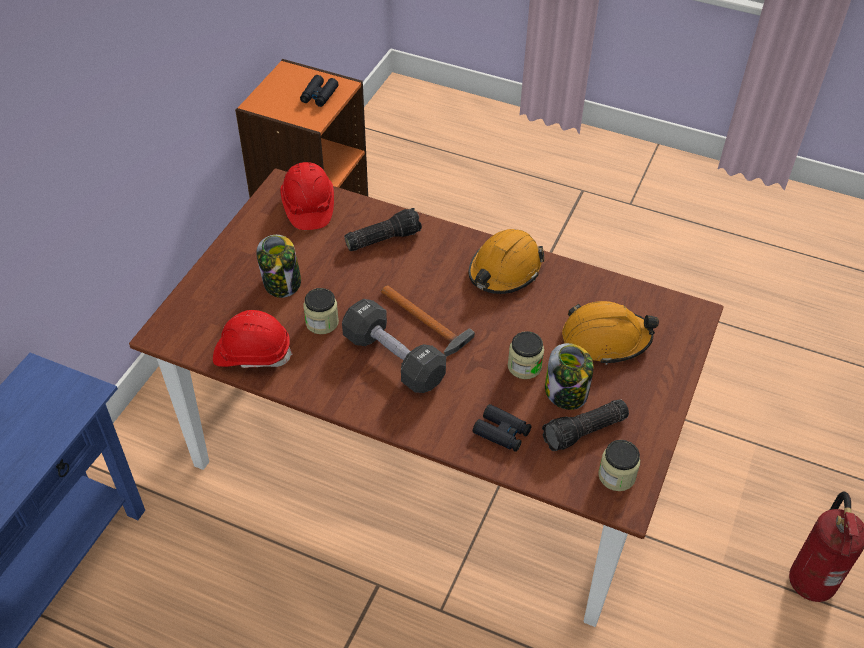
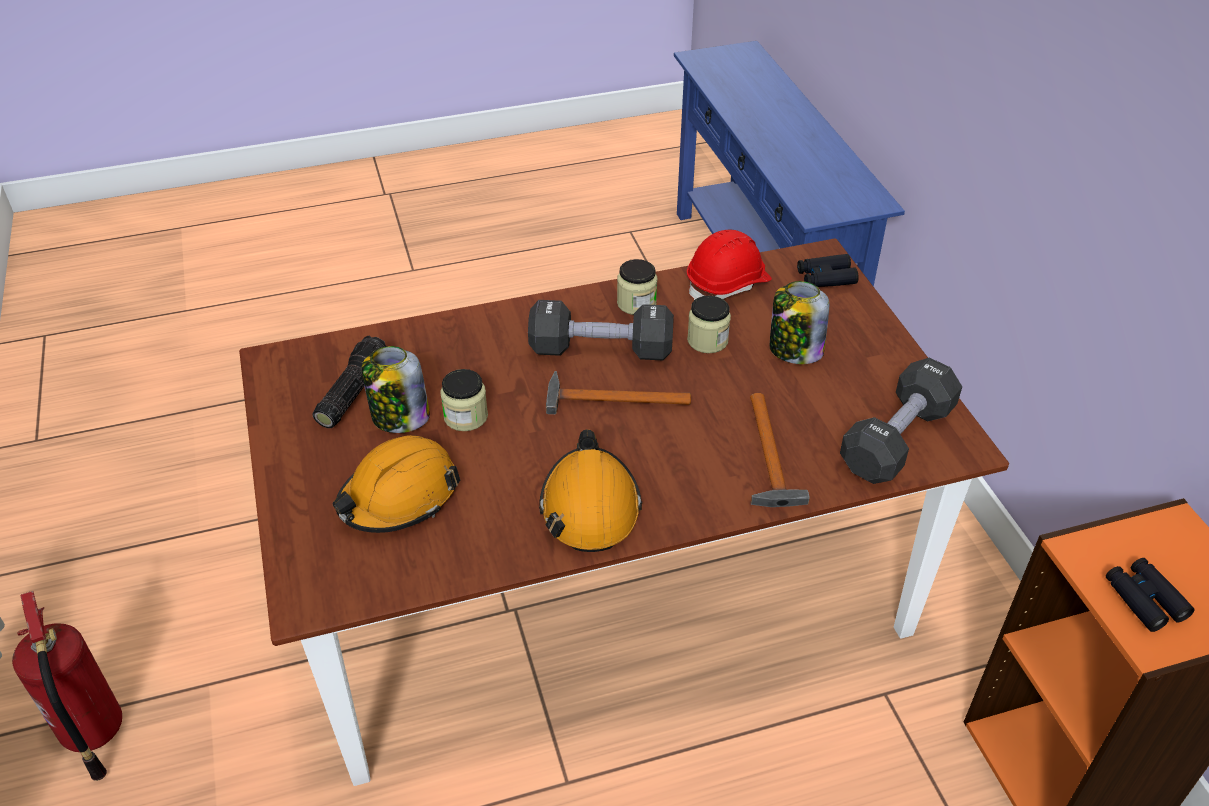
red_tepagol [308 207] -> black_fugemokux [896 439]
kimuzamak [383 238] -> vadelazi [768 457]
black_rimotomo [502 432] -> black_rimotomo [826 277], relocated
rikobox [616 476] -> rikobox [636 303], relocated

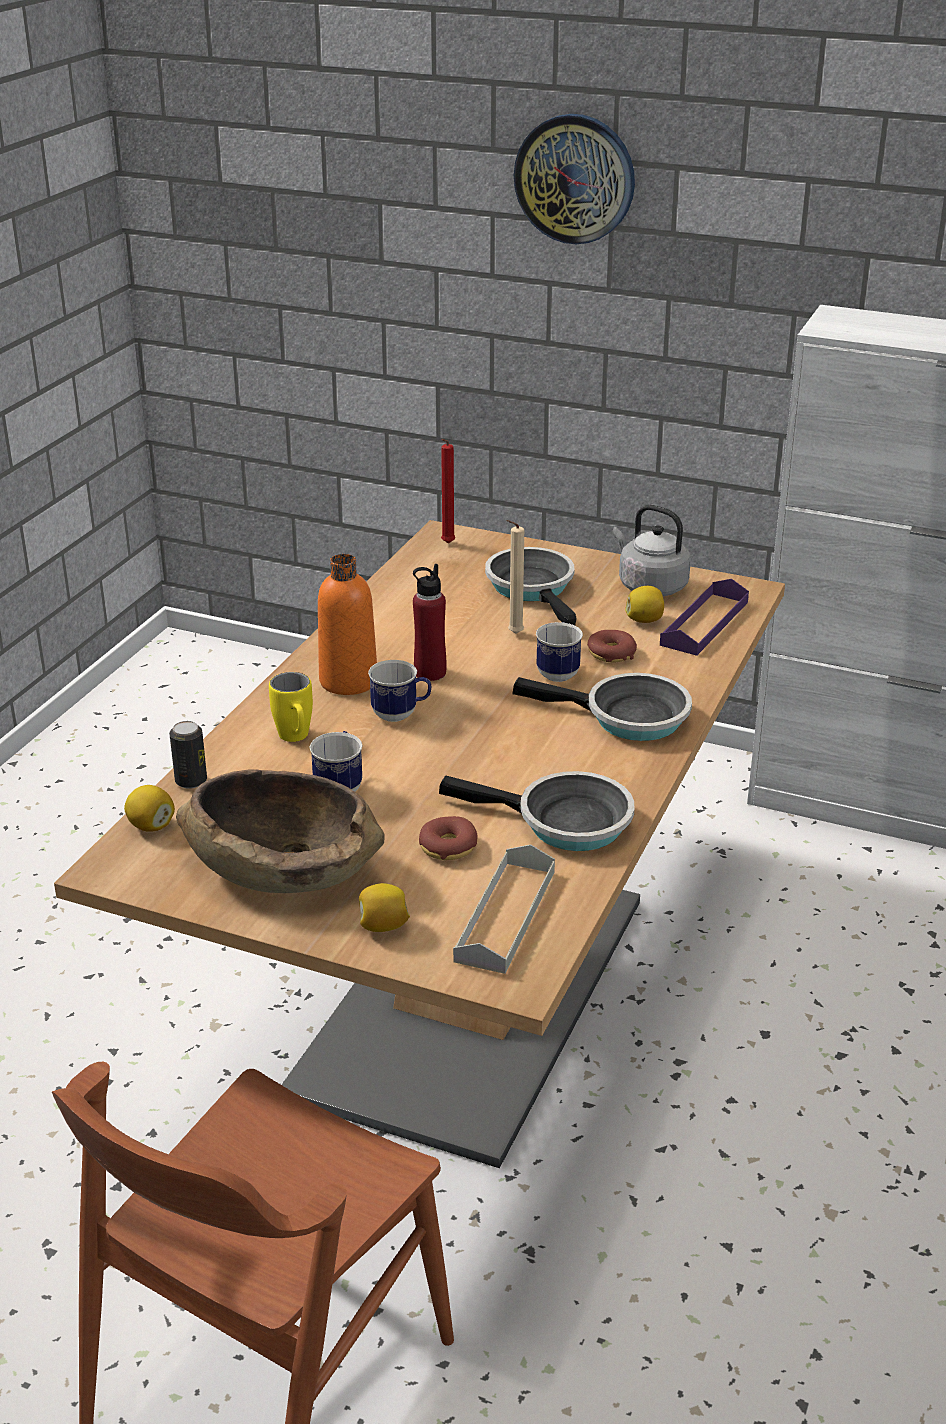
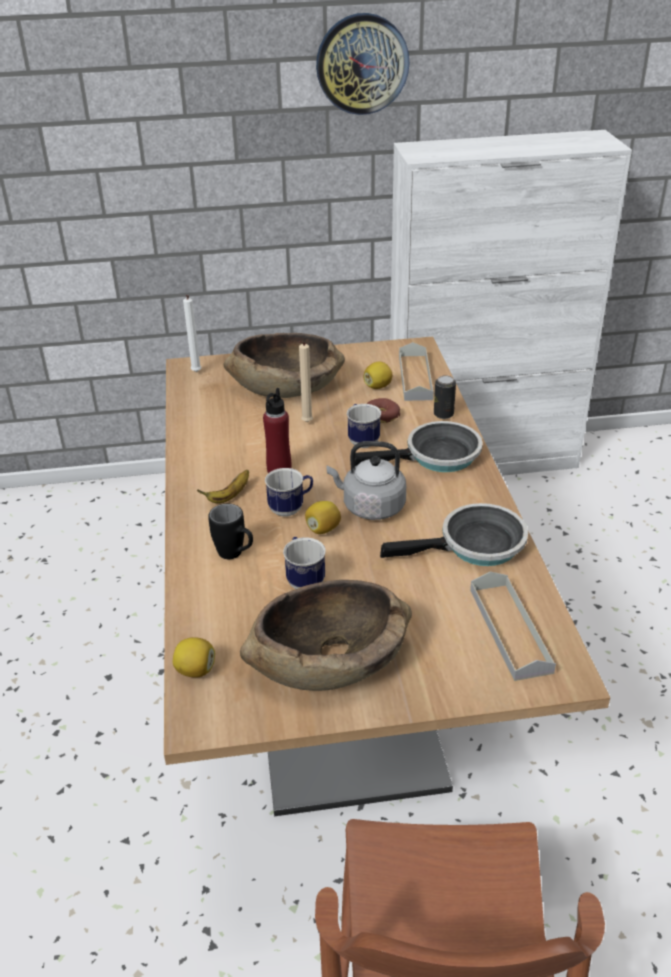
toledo [191 781] -> toledo [443 414], relocated
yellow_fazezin [296 739] -> black_fazezin [236 555]
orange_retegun [348 681] -> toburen [229 496]
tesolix [383 926] -> tesolix [323 529], relocated
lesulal [448 847] -> none
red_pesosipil [447 544] -> white_pesosipil [196 373]
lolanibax [533 588] -> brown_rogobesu [286 386]
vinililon [575 179] -> vinililon [362 64], relocated
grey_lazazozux [649 586] -> grey_lazazozux [370 507], relocated
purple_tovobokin [704 623] -> grey_tovobokin [415 377]

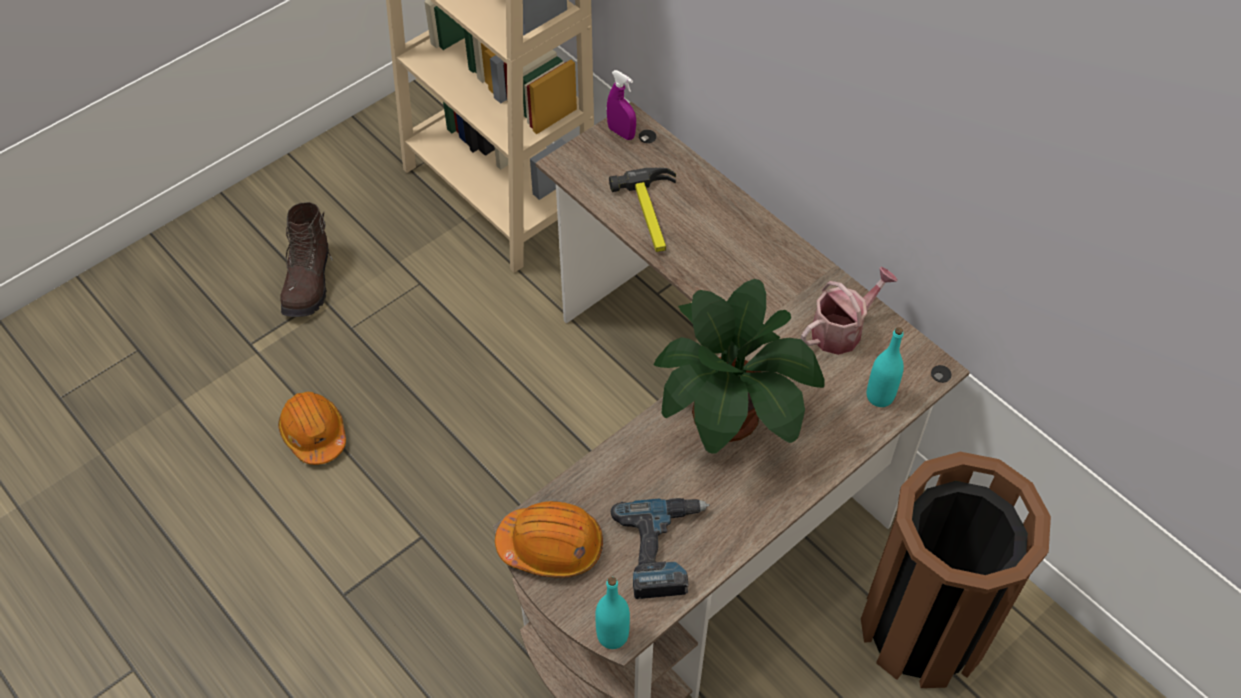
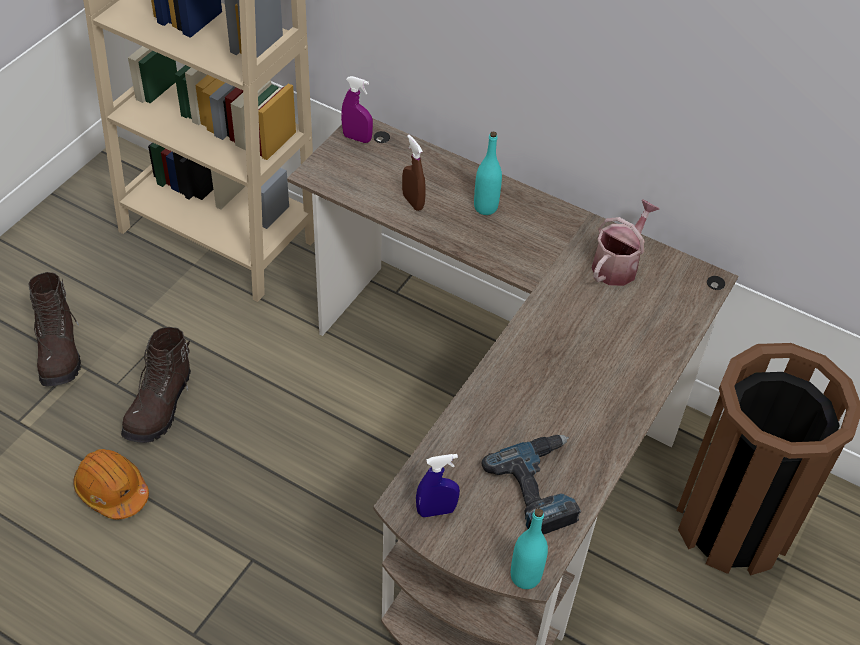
orange_tepagol [551 546] -> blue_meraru [436 511]
vadelazi [652 214] -> brown_meraru [413 202]
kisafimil [729 418] -> none
turquoise_retegun [880 396] -> turquoise_retegun [485 207], relocated
none -> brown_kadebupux [160 406]

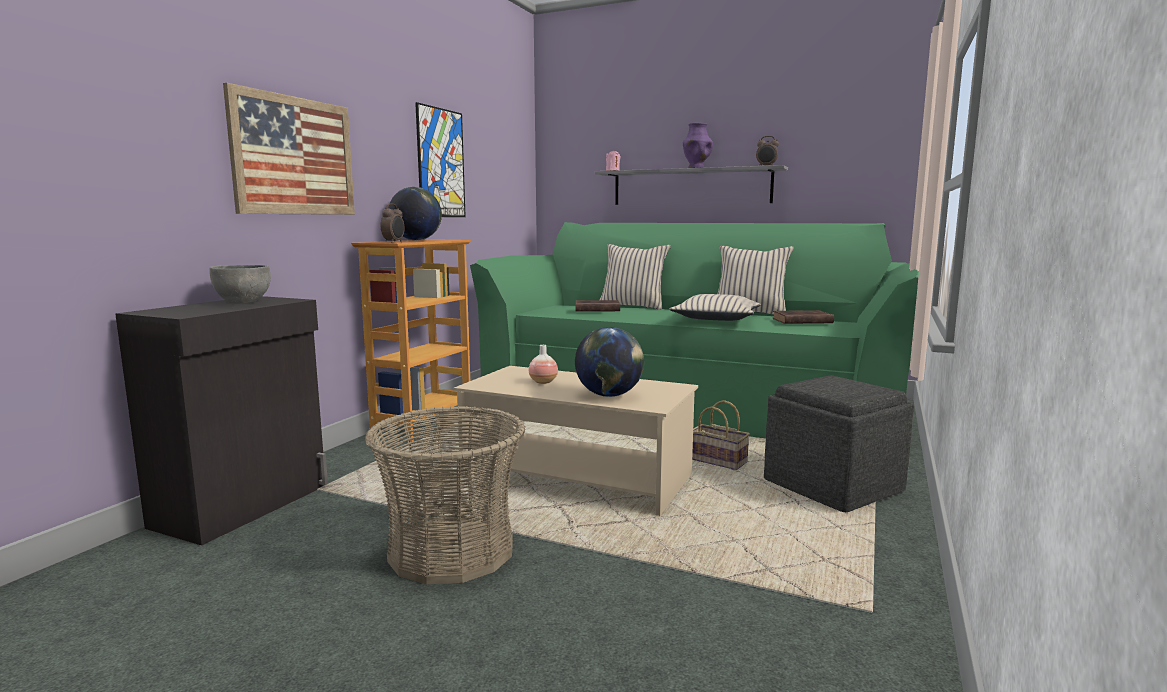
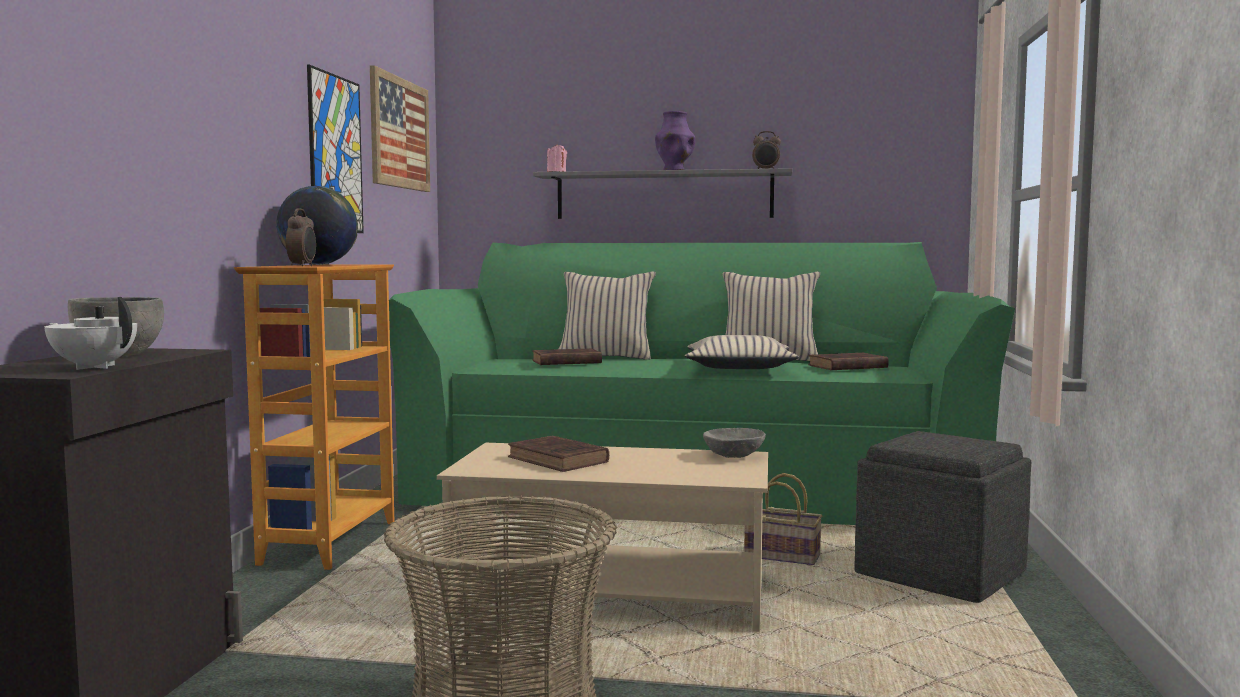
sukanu [294 156] -> sukanu [400 133], relocated
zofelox [543 382] -> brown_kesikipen [559 460]
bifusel [609 396] -> none
none -> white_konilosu [94 367]
none -> grey_rogobesu [734 456]

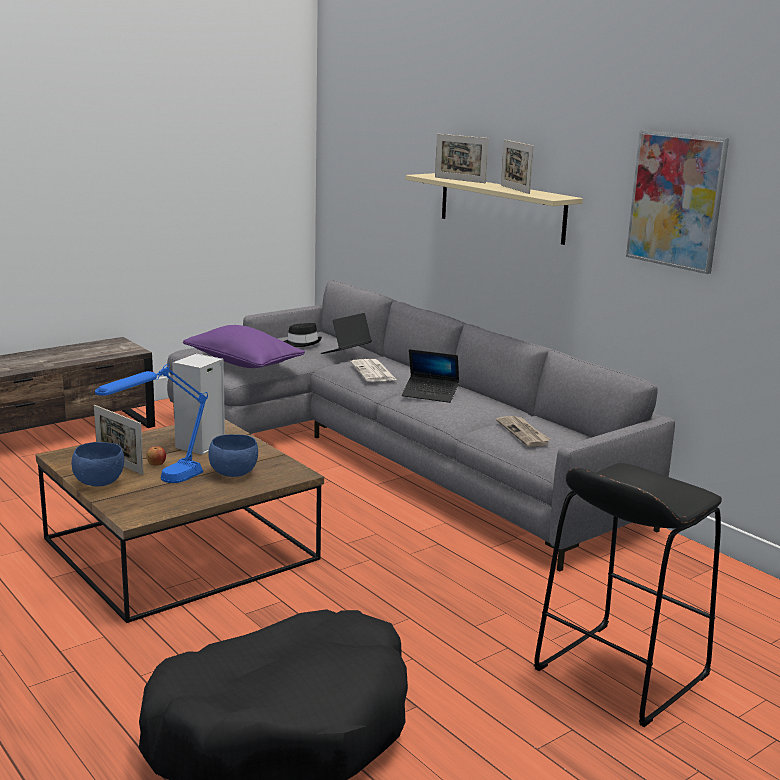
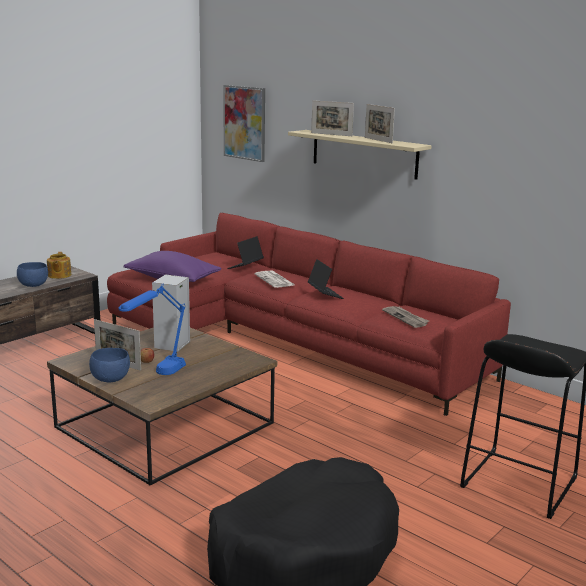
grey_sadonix [390 454] -> red_sadonix [289 340]
blue_rogobesu [234 473] -> blue_rogobesu [34 285], relocated
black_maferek [302 343] -> none
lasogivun [430 394] -> lasogivun [325 294], 120 degrees counterclockwise
sukanu [676 200] -> sukanu [244 123], relocated
none -> konilosu [59 275]

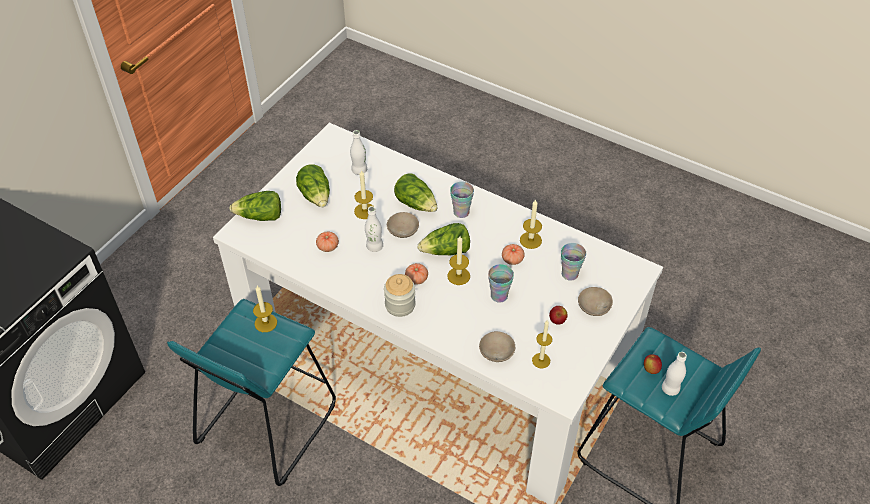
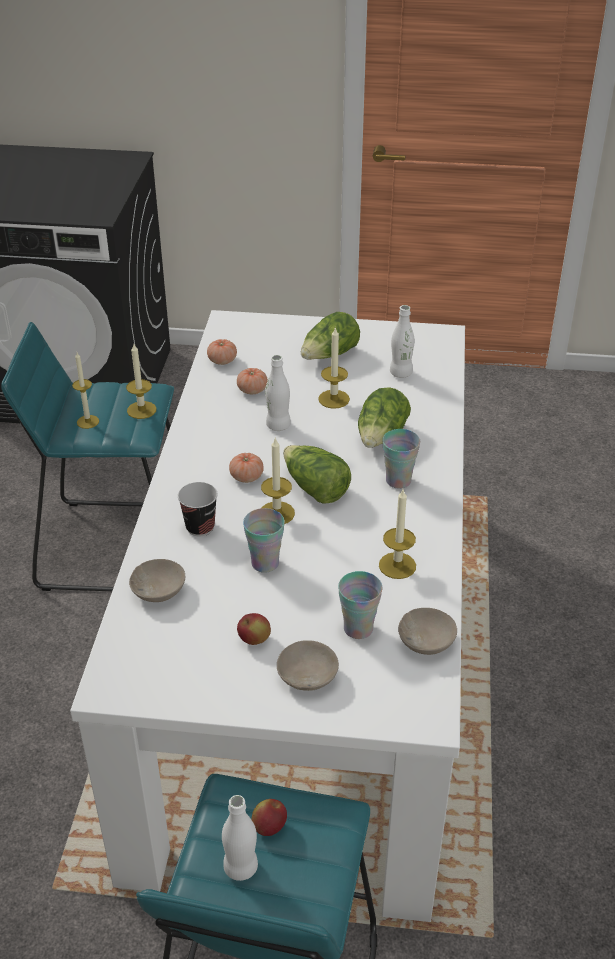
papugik [260 216] -> none
rikobox [400 305] -> none
beige_rogobesu [404 230] -> beige_rogobesu [427 642], relocated
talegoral [512 259] -> talegoral [222 361], relocated
pesosipil [541 360] -> pesosipil [88 422], relocated
none -> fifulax [200 527]

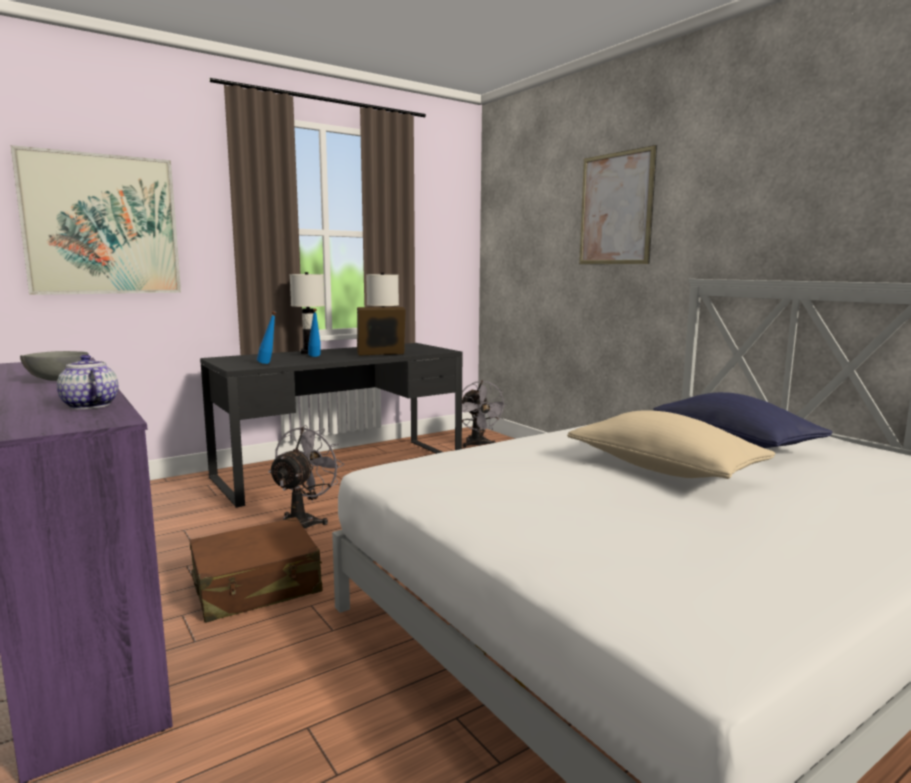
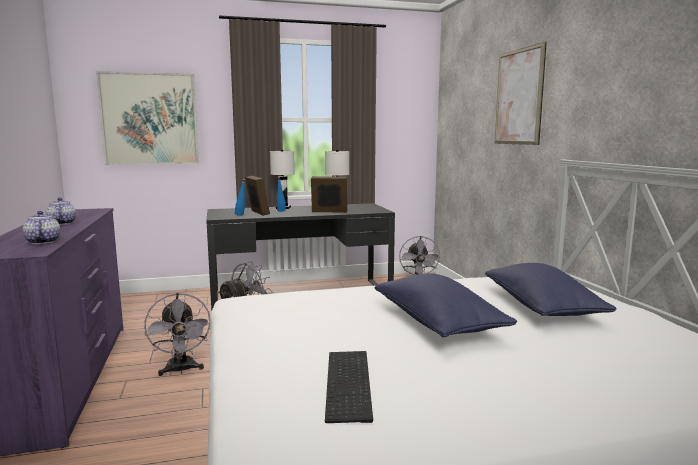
grey_rogobesu [56 380] -> konilosu [61 223]
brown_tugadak [257 587] -> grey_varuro [181 370]
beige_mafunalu [663 469] -> blue_mafunalu [437 323]
none -> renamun [257 213]
none -> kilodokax [351 384]

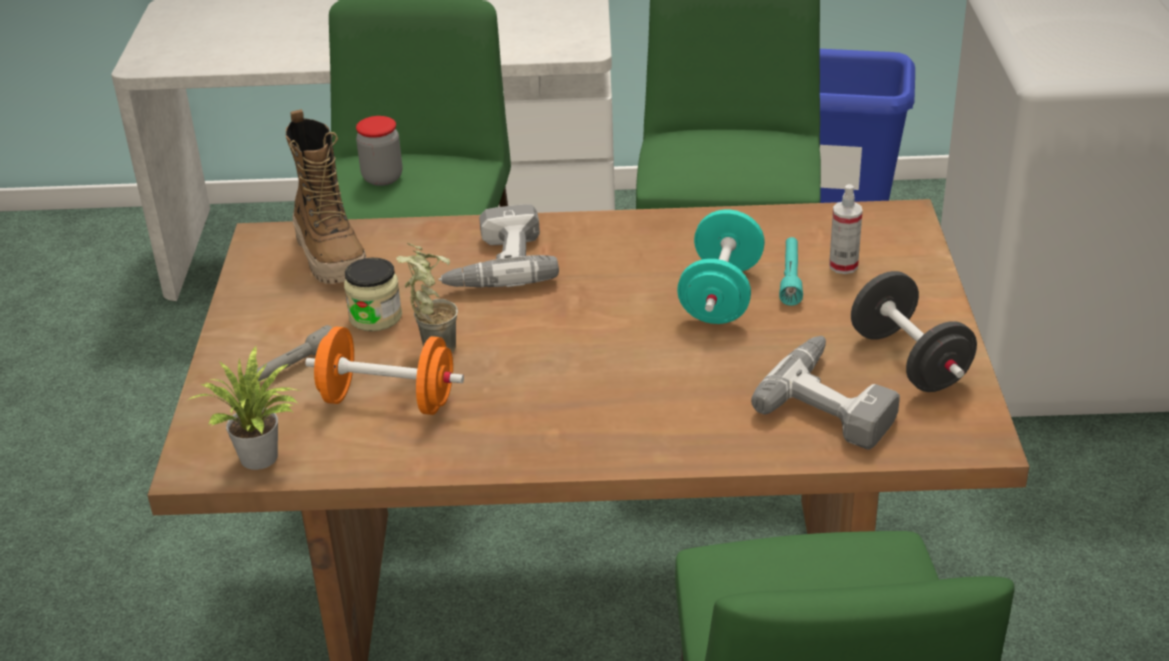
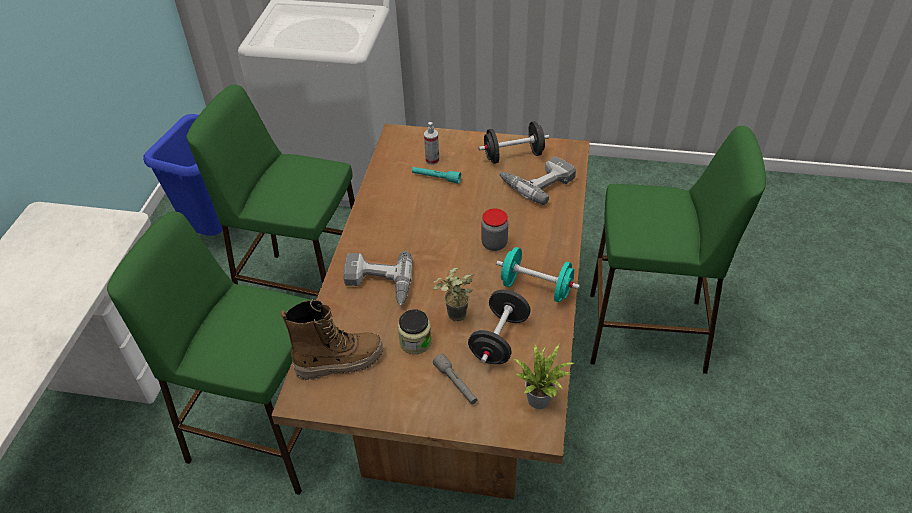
orange_fugemokux [388 400] -> black_fugemokux [499 340]
rikobox [382 178] -> rikobox [494 244], relocated
turquoise_fugemokux [721 295] -> turquoise_fugemokux [536 288], relocated

